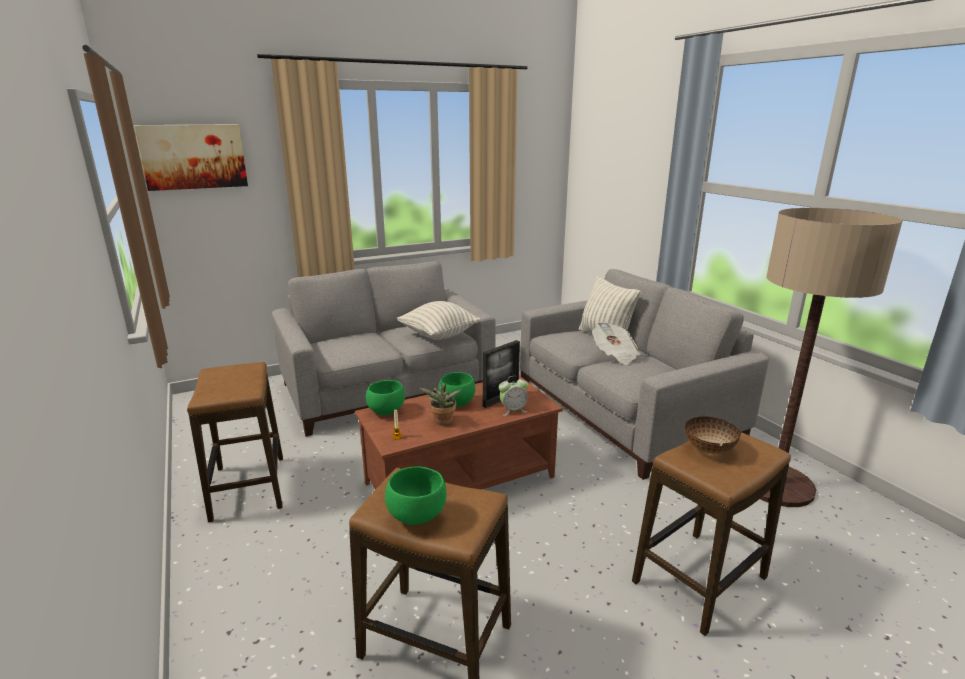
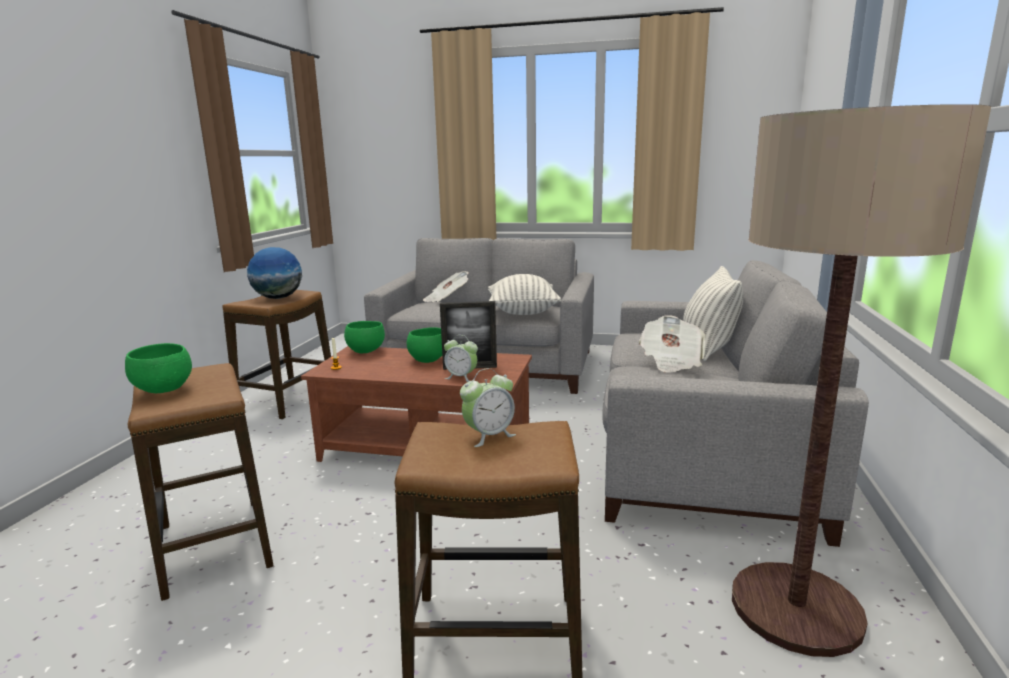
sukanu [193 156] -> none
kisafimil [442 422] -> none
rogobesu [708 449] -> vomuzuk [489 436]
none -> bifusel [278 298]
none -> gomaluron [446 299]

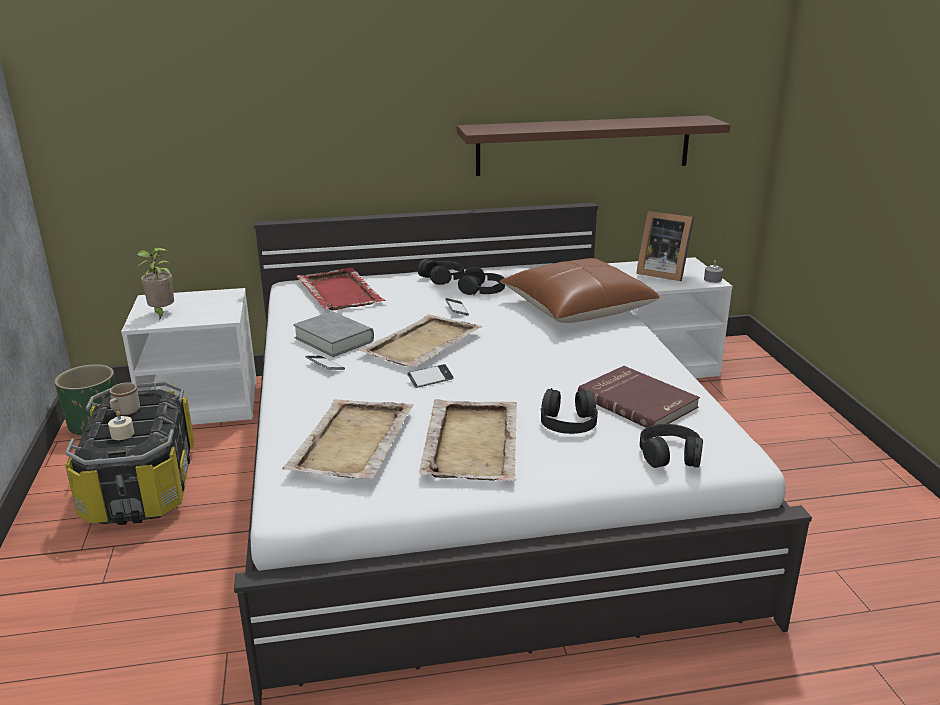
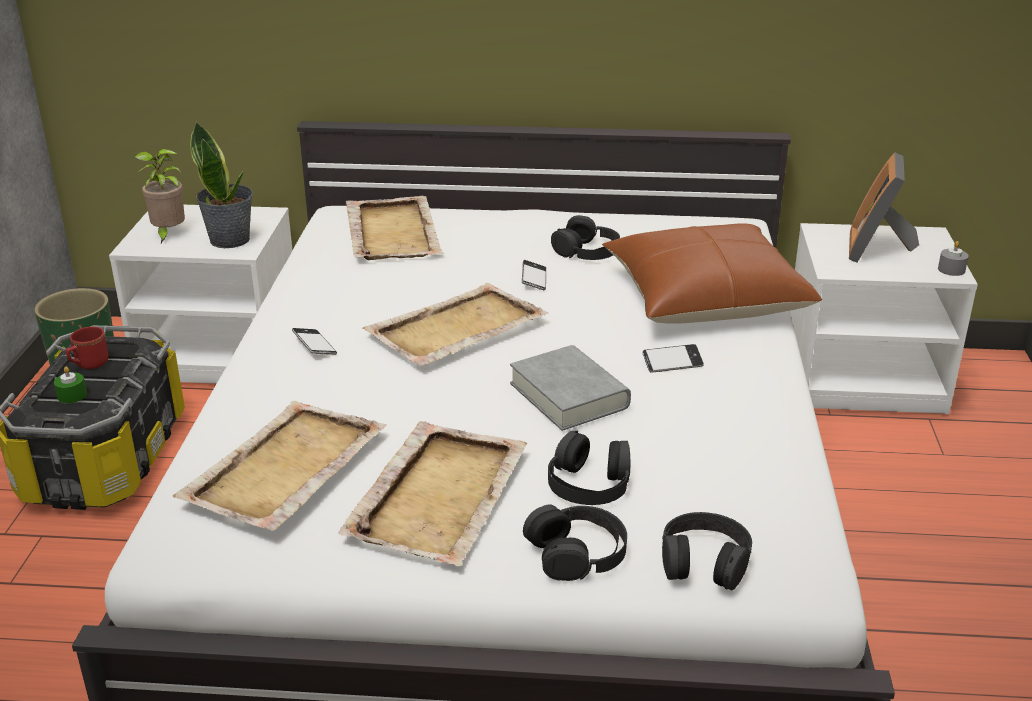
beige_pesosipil [122 434] -> green_pesosipil [72 395]
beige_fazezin [125 412] -> red_fazezin [88 364]
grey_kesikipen [334 340] -> grey_kesikipen [569 395], relocated
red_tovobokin [339 292] -> beige_tovobokin [393 232]
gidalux [430 379] -> gidalux [672 363], relocated
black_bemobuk [442 277] -> black_bemobuk [577 552], relocated
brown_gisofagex [584 145] -> none
red_kesikipen [638 401] -> none
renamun [662 273] -> renamun [878 249], 60 degrees clockwise
none -> kisafimil [230 239]

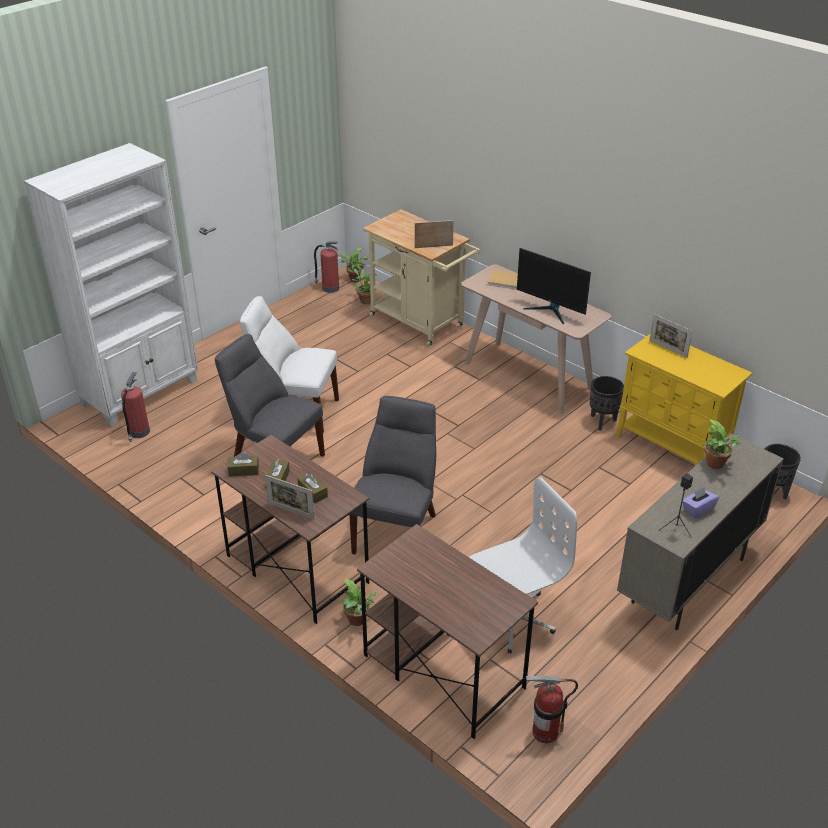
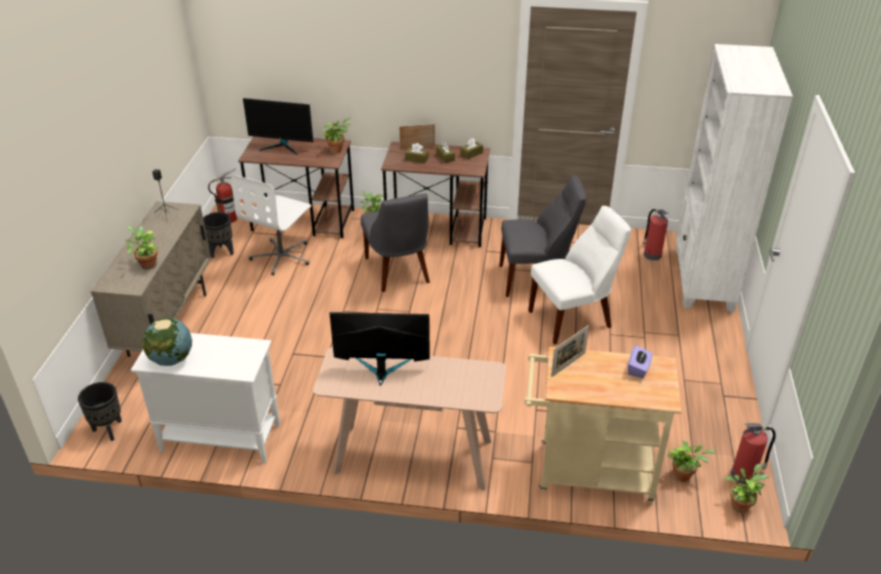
beige_kesikipen [505 281] -> none
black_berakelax [602 422] -> black_berakelax [222 252], relocated
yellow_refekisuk [672 447] -> white_refekisuk [219 437]
renamun [668 349] -> none
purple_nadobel [698 509] -> purple_nadobel [638 369], relocated
none -> bifusel [172 359]
none -> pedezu [282 146]
none -> kisafimil [337 149]

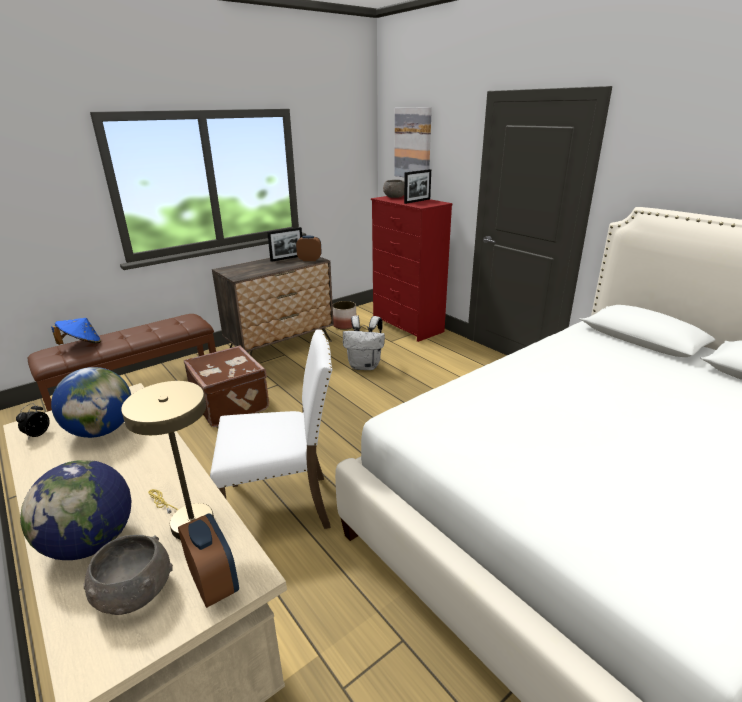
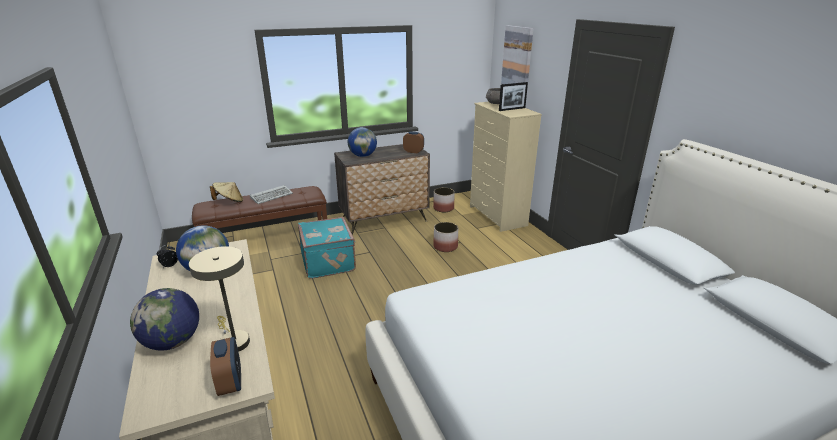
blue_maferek [81 344] -> beige_maferek [229 201]
grey_rogobesu [134 592] -> none
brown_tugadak [231 403] -> turquoise_tugadak [329 262]
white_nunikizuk [282 506] -> none
renamun [287 258] -> none
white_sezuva [365 366] -> berakelax [445 247]
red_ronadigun [407 326] -> beige_ronadigun [497 216]
none -> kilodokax [272 196]
none -> bifusel [363 156]

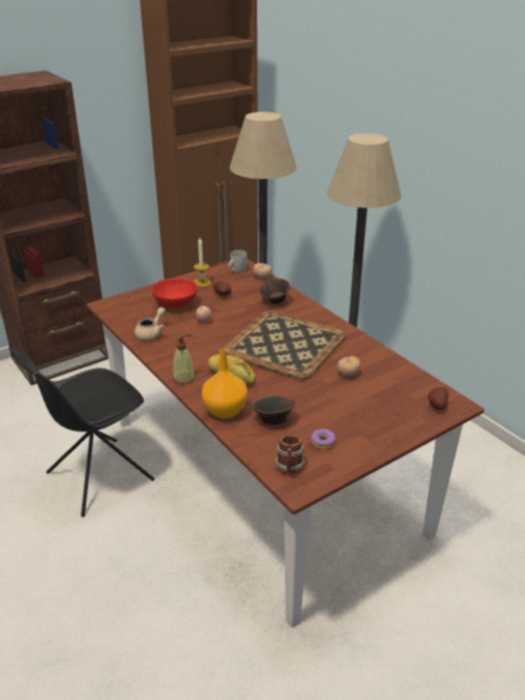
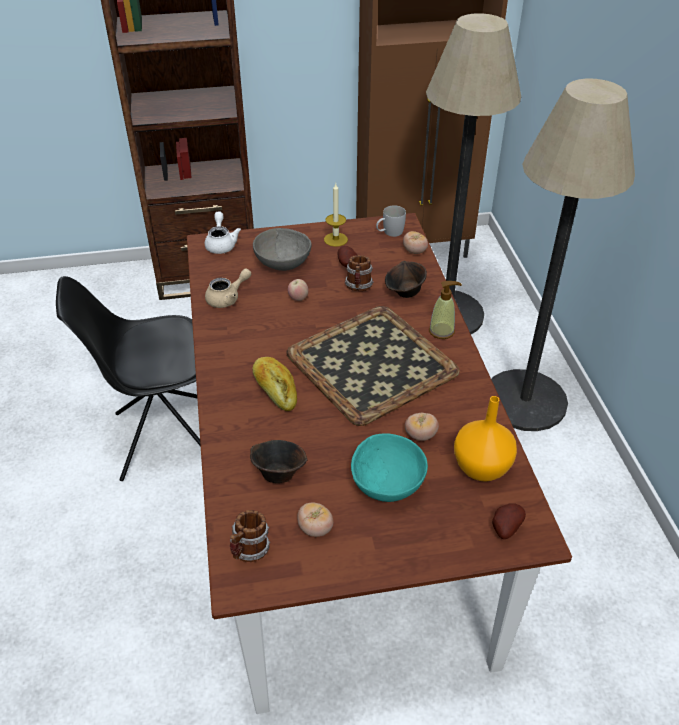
red_rogobesu [175 304] -> grey_rogobesu [282 263]
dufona [184 378] -> dufona [442 331], relocated
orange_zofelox [224 411] -> orange_zofelox [480 468], relocated
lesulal [322 442] -> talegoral [315 529]
none -> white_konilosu [221 244]
none -> fazezin [359 287]
none -> turquoise_rogobesu [387 485]

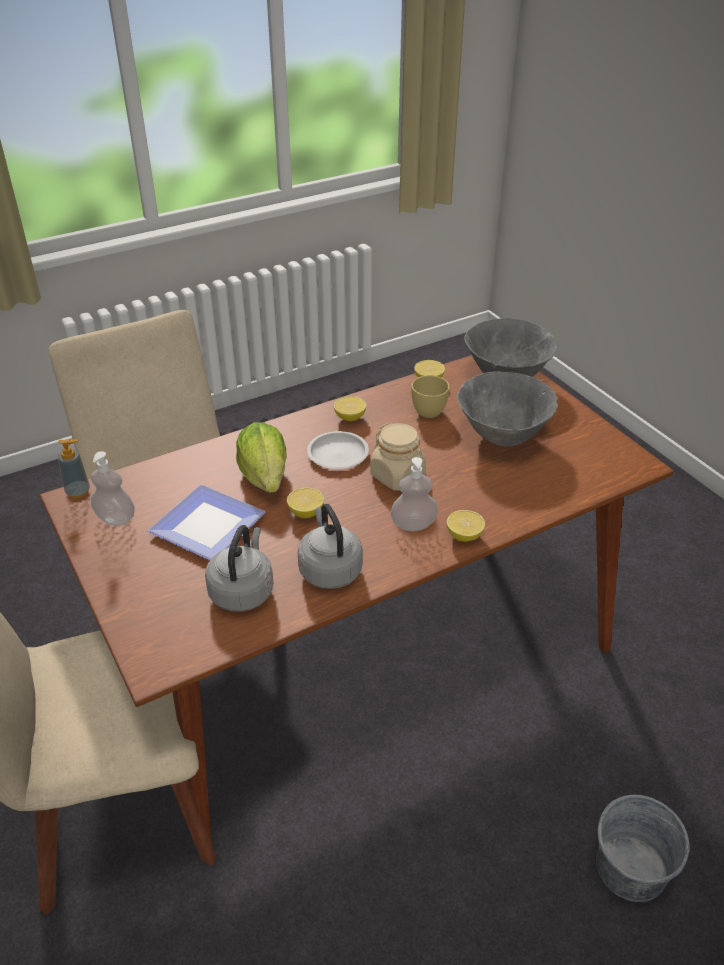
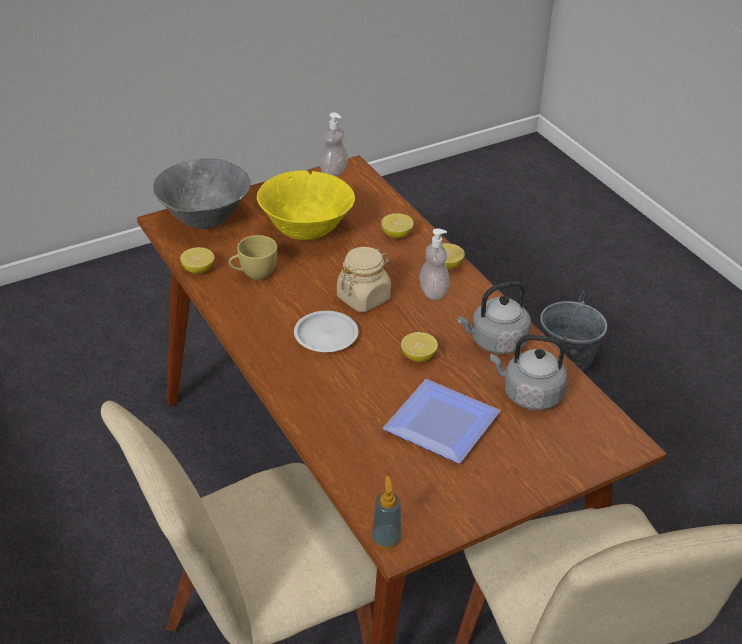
dufona [115 518] -> dufona [334 172], relocated
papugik [265 477] -> none
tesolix [350 417] -> tesolix [397 235], relocated
grey_rogobesu [502 437] -> yellow_rogobesu [305 233]

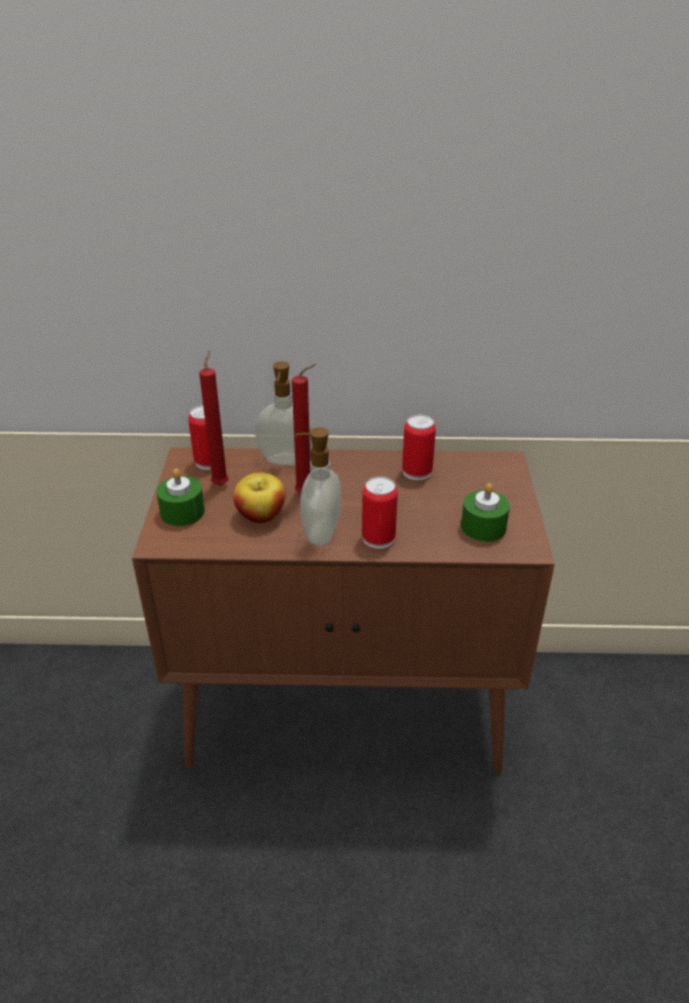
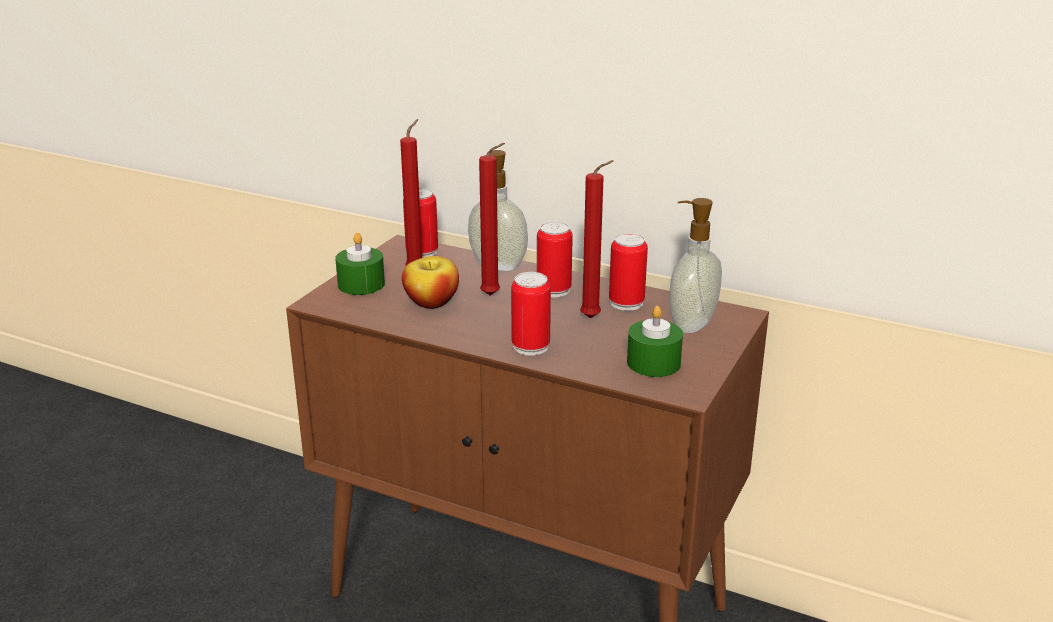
dufona [319 533] -> dufona [690 324], relocated
none -> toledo [553 290]
none -> red_pesosipil [593 318]

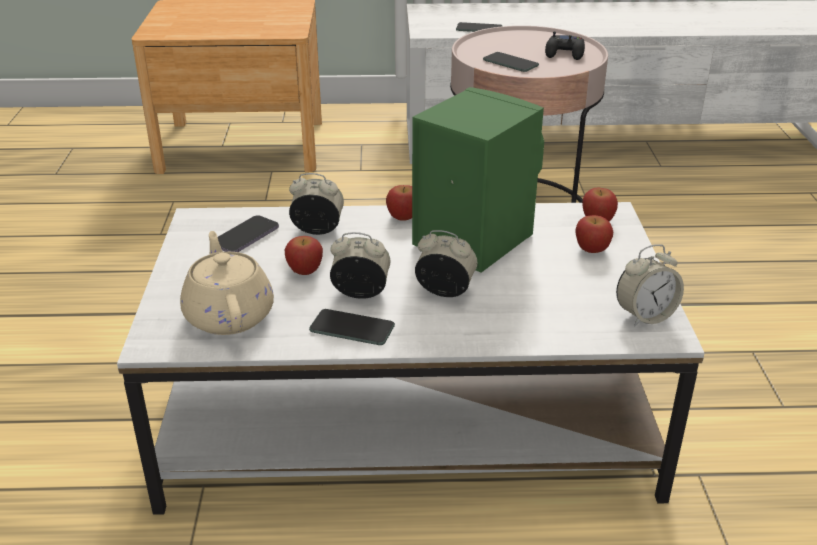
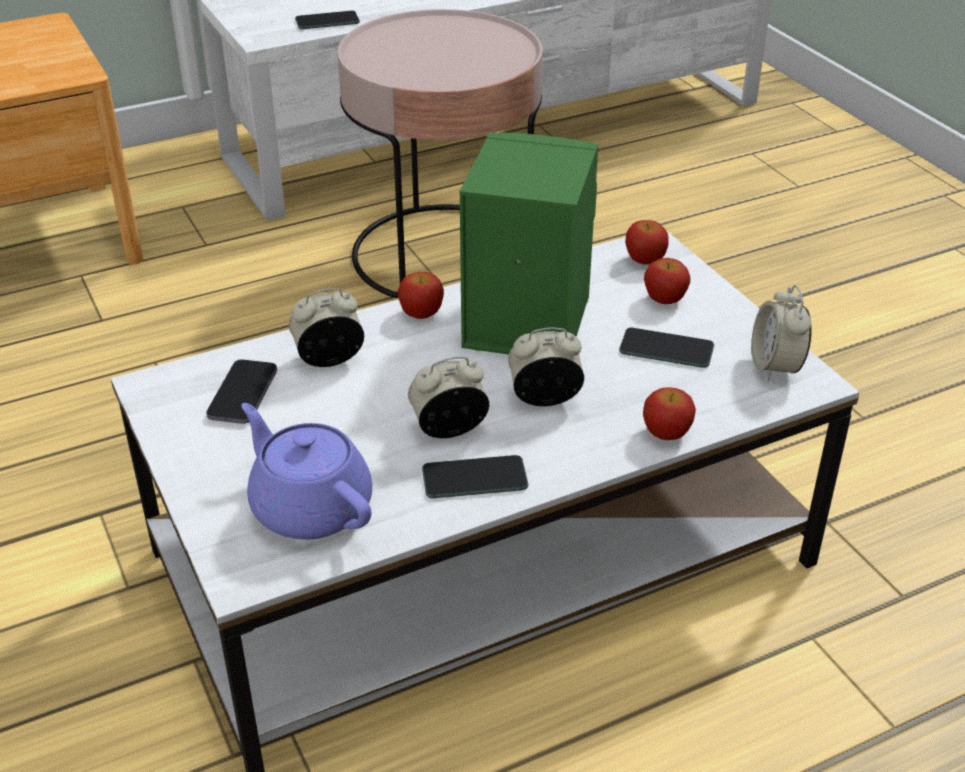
beige_konilosu [229 314] -> purple_konilosu [310 507]
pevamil [305 271] -> pevamil [667 433], relocated
gidalux [510 63] -> gidalux [666 349], relocated
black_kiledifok [565 53] -> none
vomuzuk [645 316] -> vomuzuk [775 366], 135 degrees clockwise

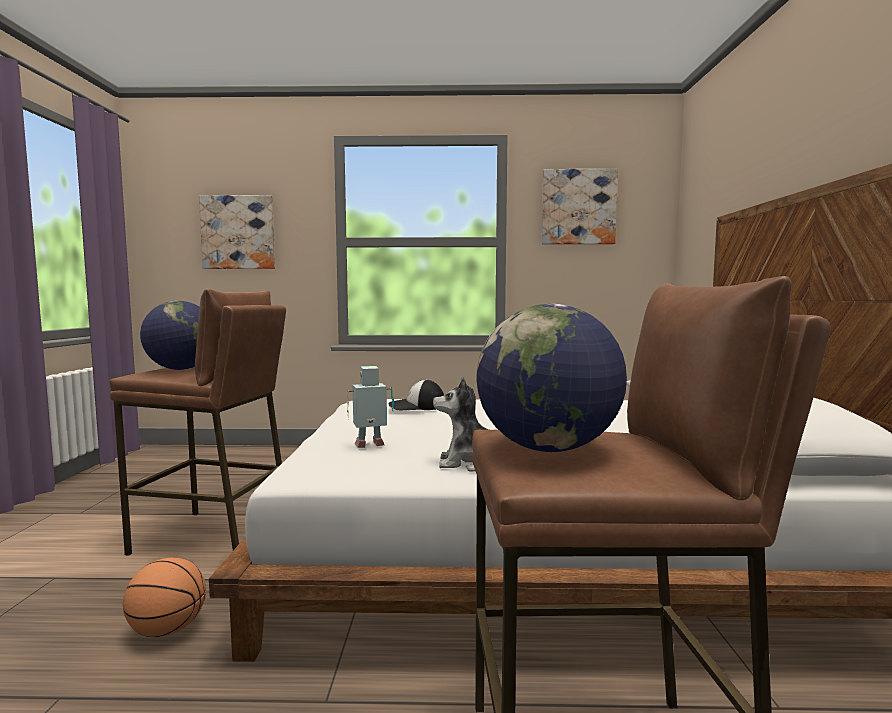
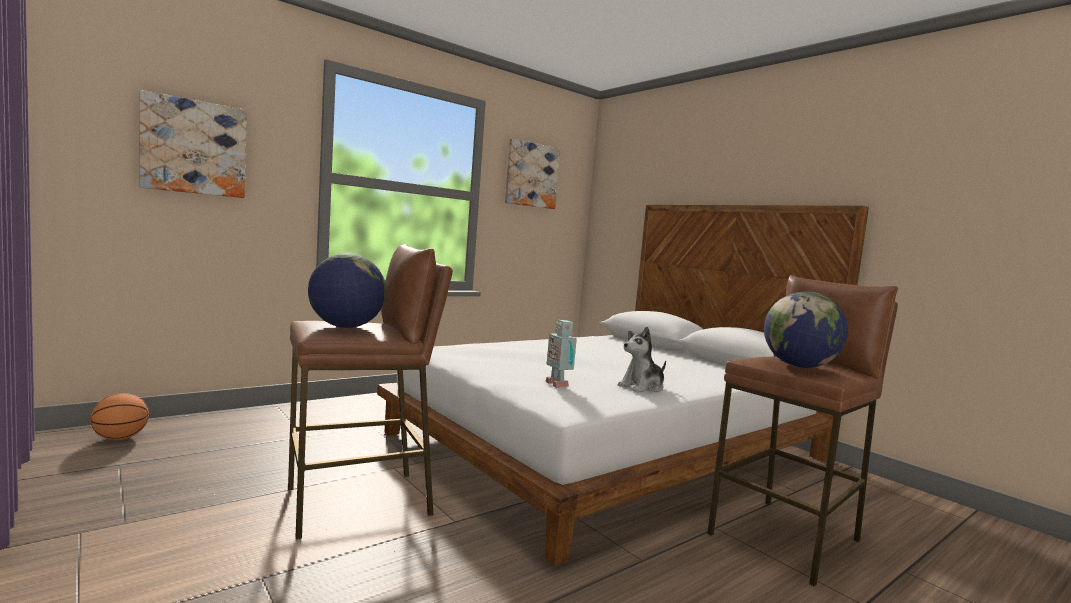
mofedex [167 630] -> mofedex [120 439], relocated
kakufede [371 446] -> kakufede [558 384], 60 degrees counterclockwise
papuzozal [416 406] -> none

